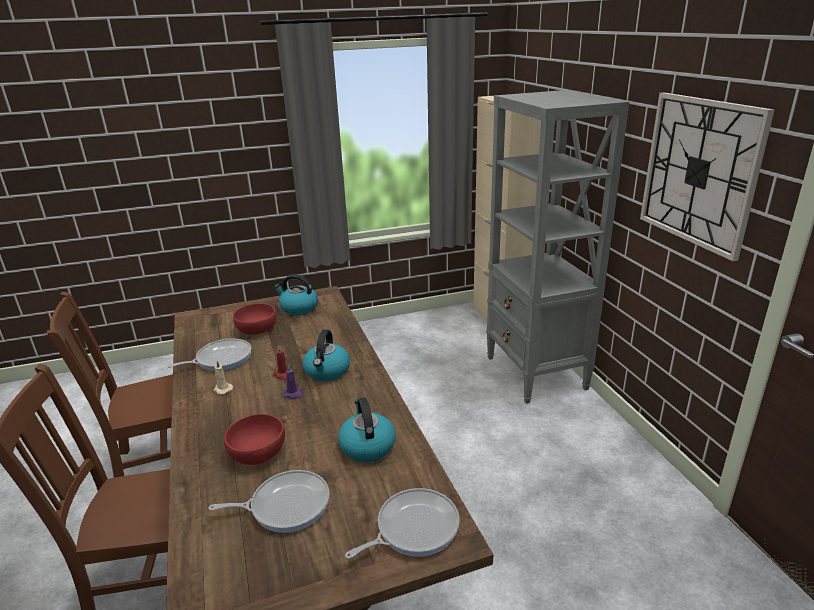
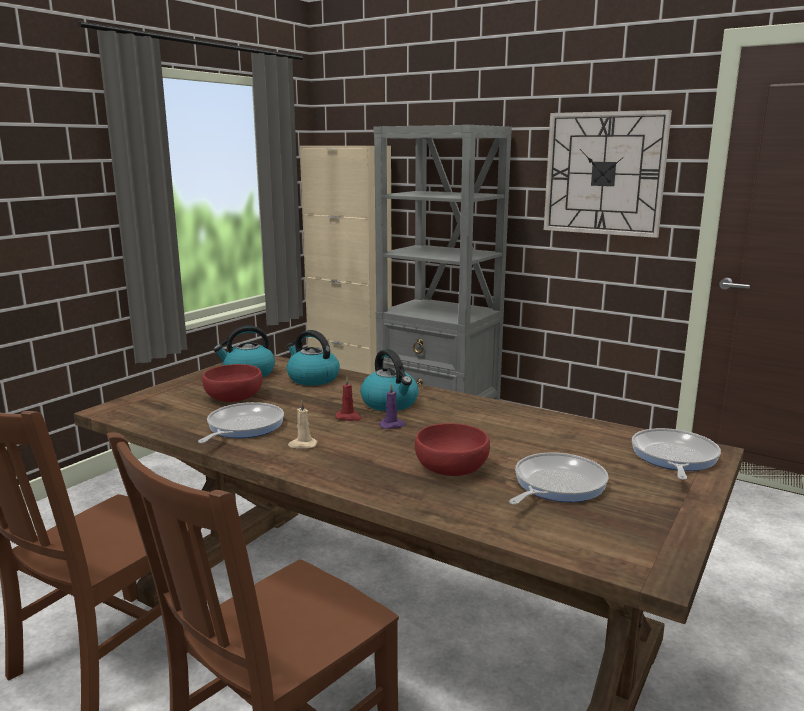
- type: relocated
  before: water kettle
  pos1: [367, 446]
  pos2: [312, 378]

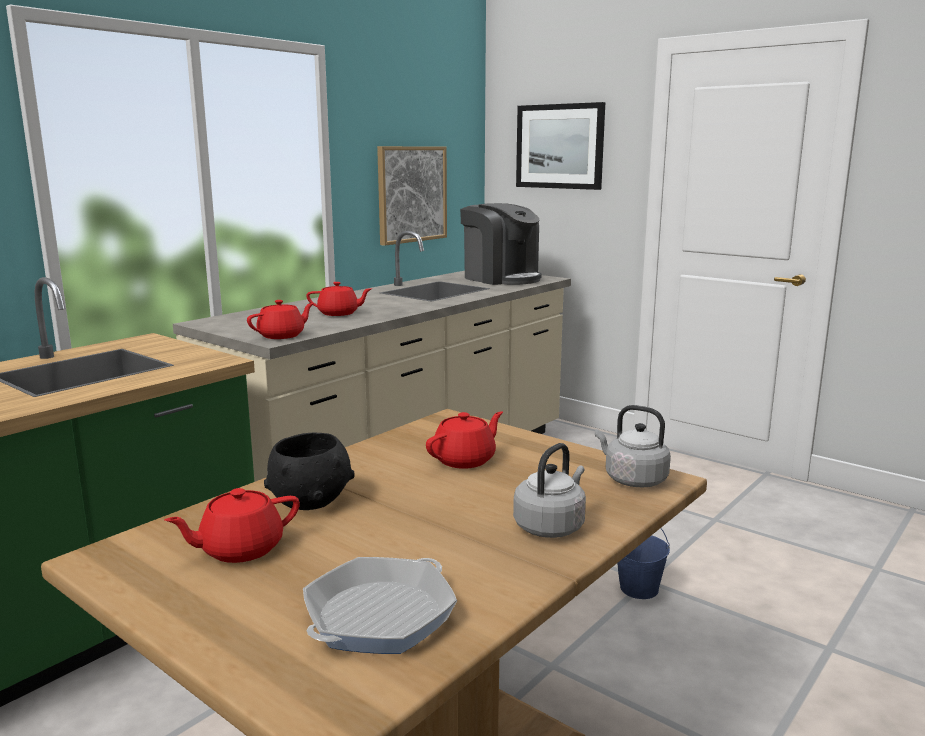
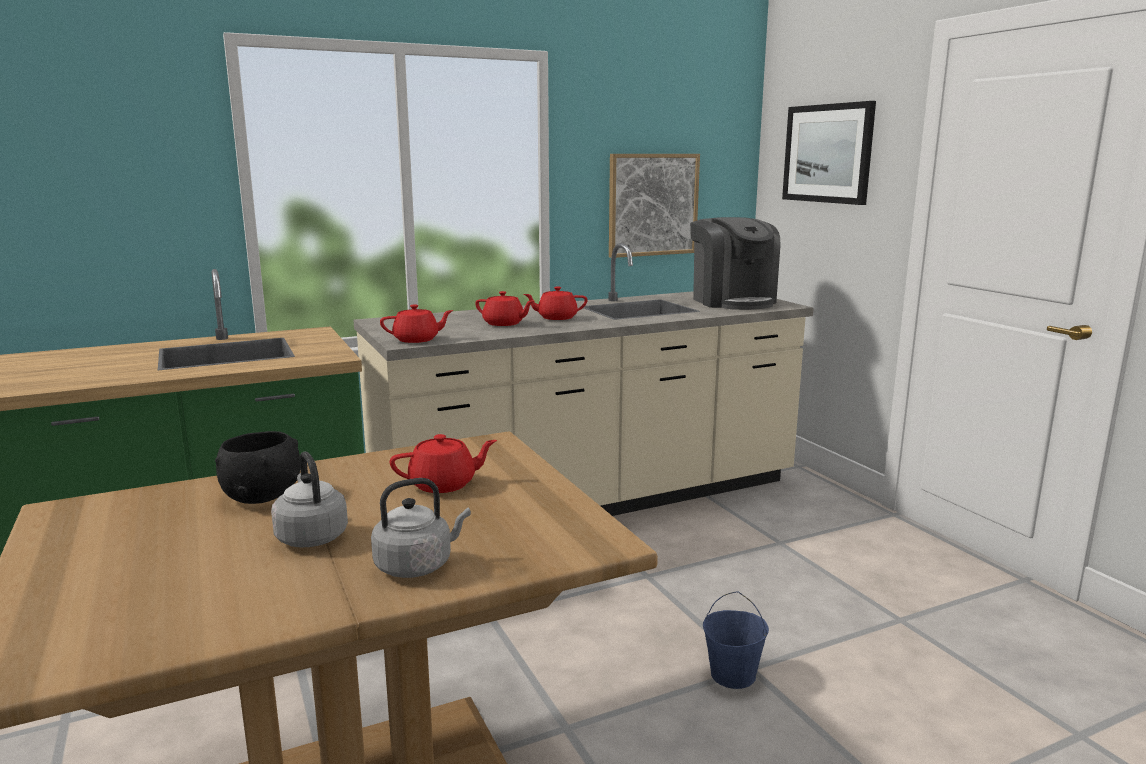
- type: relocated
  before: grey water kettle
  pos1: [632, 479]
  pos2: [311, 536]
- type: relocated
  before: reddish teapot
  pos1: [240, 549]
  pos2: [556, 318]
- type: missing
  before: skillet
  pos1: [379, 615]

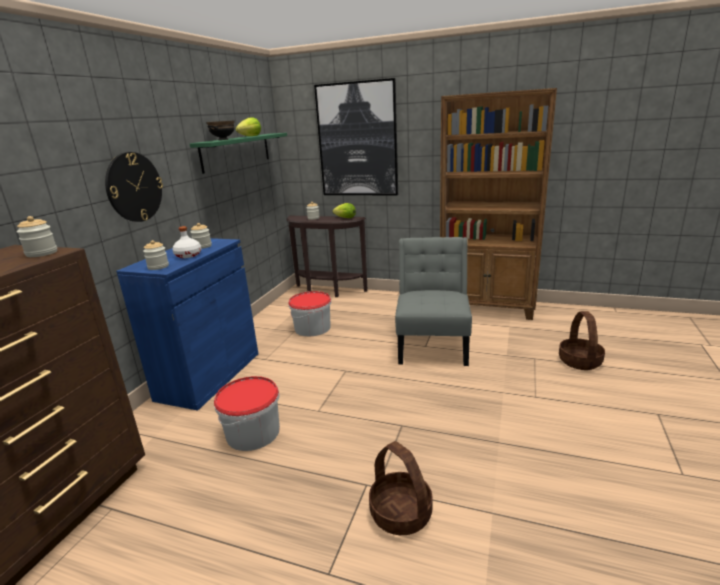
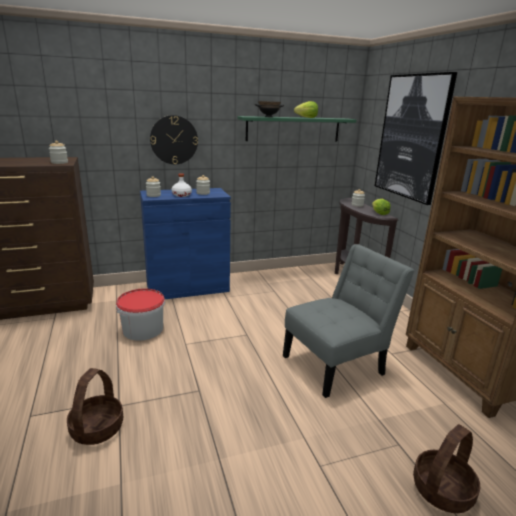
- type: missing
  before: bucket
  pos1: [312, 328]

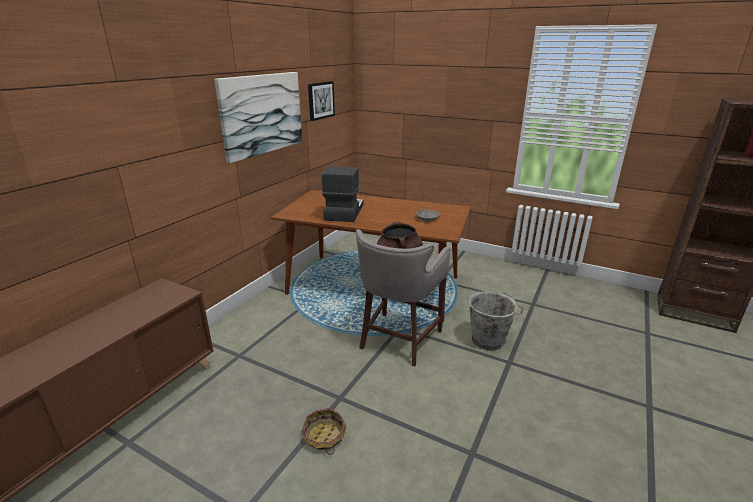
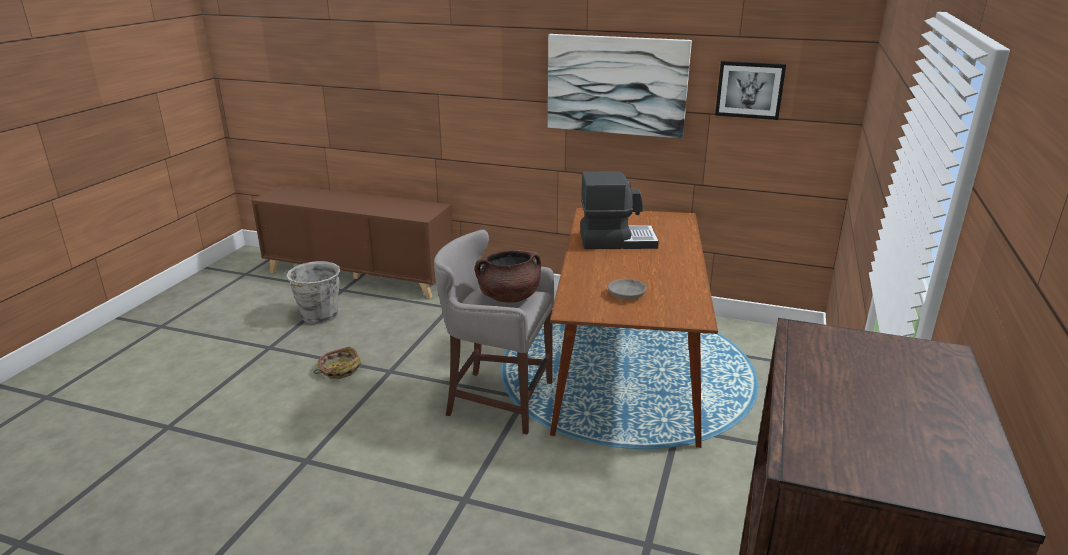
- type: relocated
  before: grey bucket
  pos1: [489, 341]
  pos2: [318, 316]

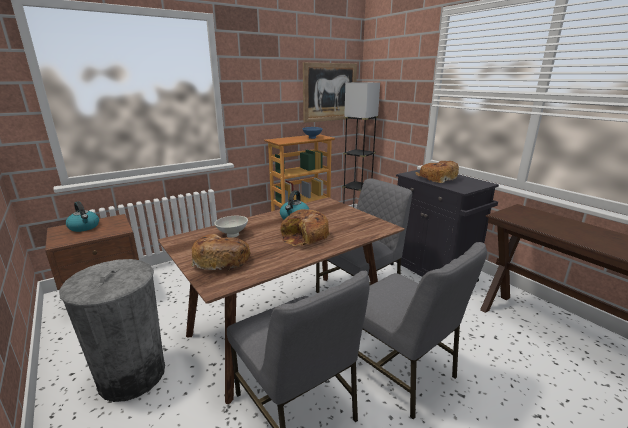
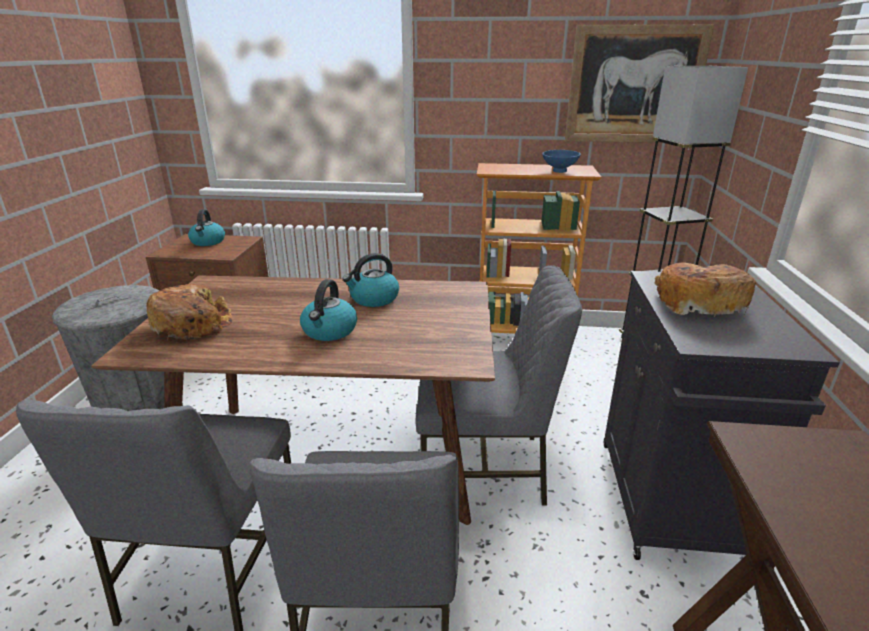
- type: exchanged
  before: bread
  after: water kettle
  pos1: [305, 237]
  pos2: [329, 331]
- type: missing
  before: white serving bowl
  pos1: [231, 235]

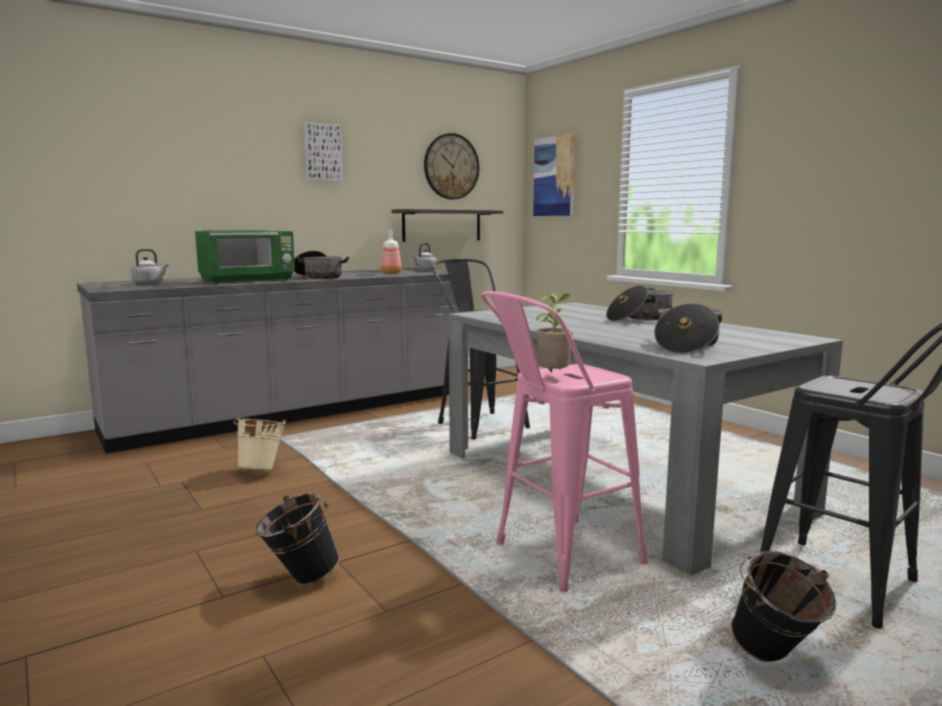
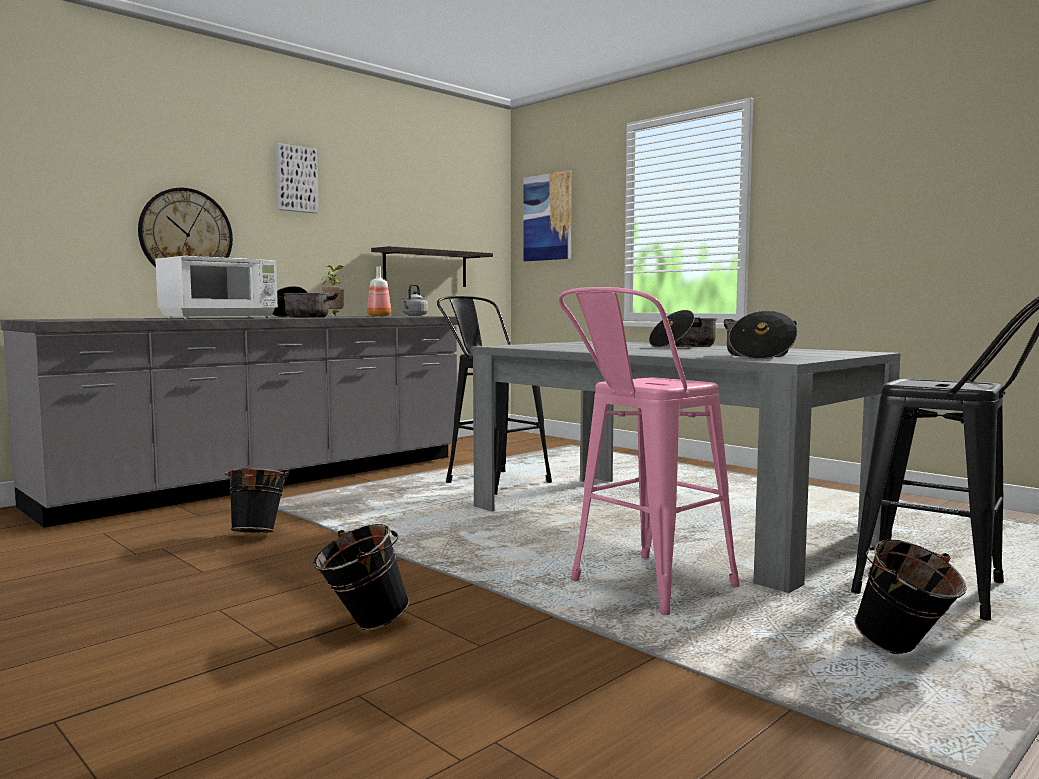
- type: relocated
  before: clock on the wall
  pos1: [451, 166]
  pos2: [186, 234]
- type: colour
  before: green-coloured kitchen microwave
  after: white kitchen microwave
  pos1: [248, 280]
  pos2: [220, 318]
- type: colour
  before: beige bucket
  after: black-coloured bucket
  pos1: [262, 470]
  pos2: [258, 533]
- type: relocated
  before: plant in a pot
  pos1: [553, 377]
  pos2: [334, 316]
- type: missing
  before: grey water kettle
  pos1: [149, 284]

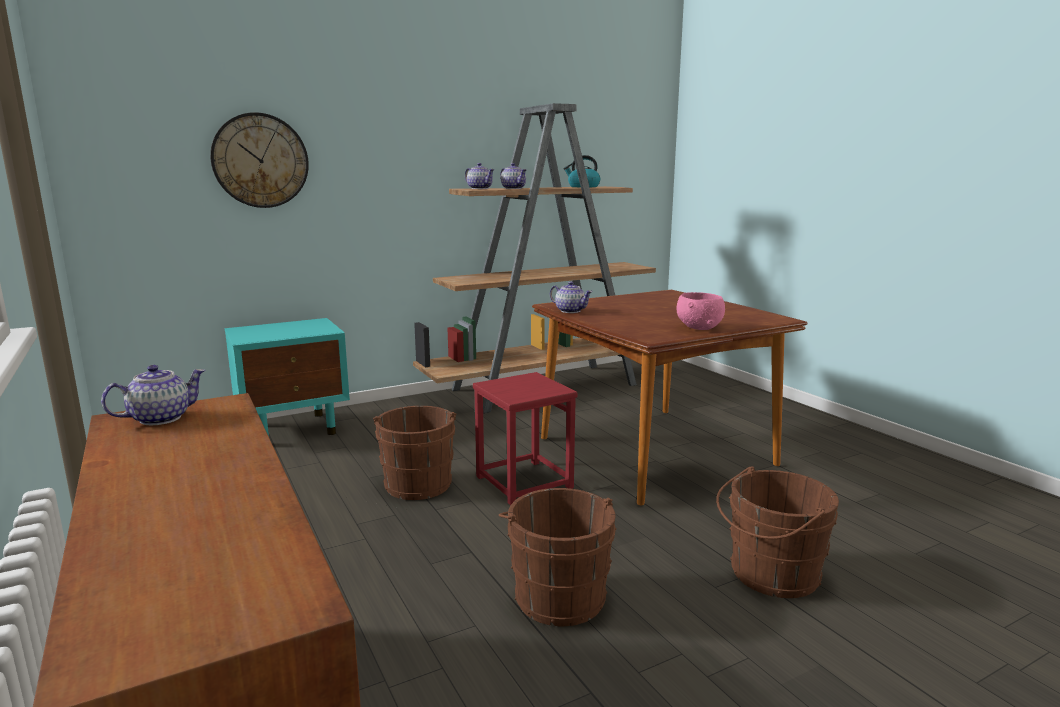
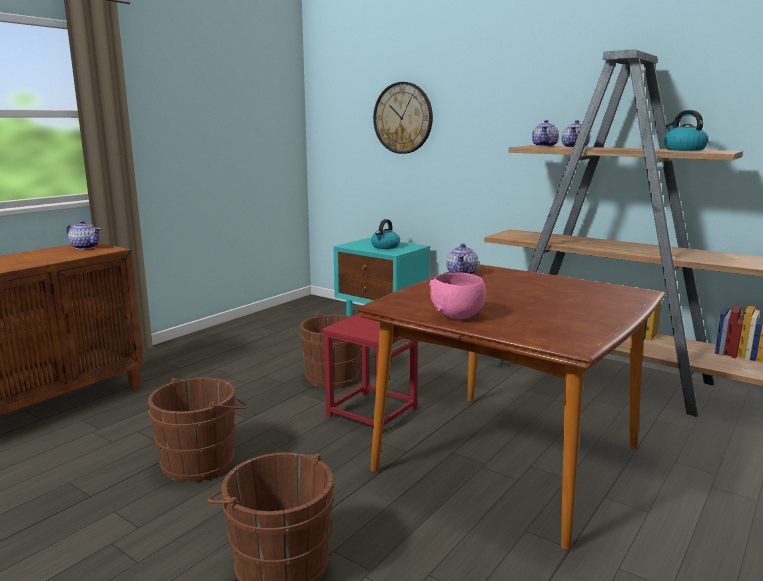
- type: appeared
  after: water kettle
  pos2: [385, 247]

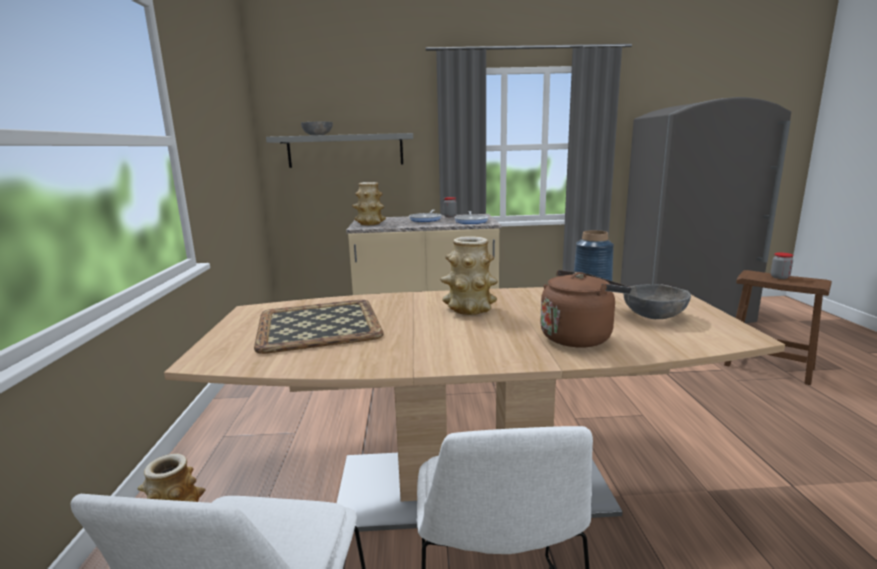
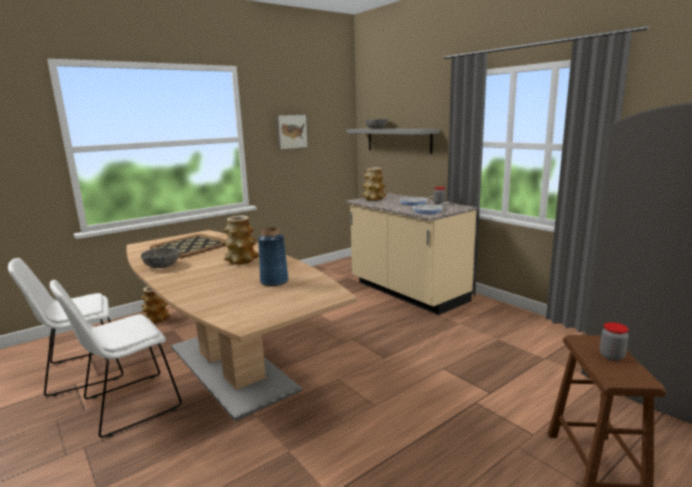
- type: relocated
  before: grey serving bowl
  pos1: [654, 315]
  pos2: [162, 266]
- type: appeared
  after: picture
  pos2: [291, 131]
- type: missing
  before: brown-coloured water kettle
  pos1: [578, 337]

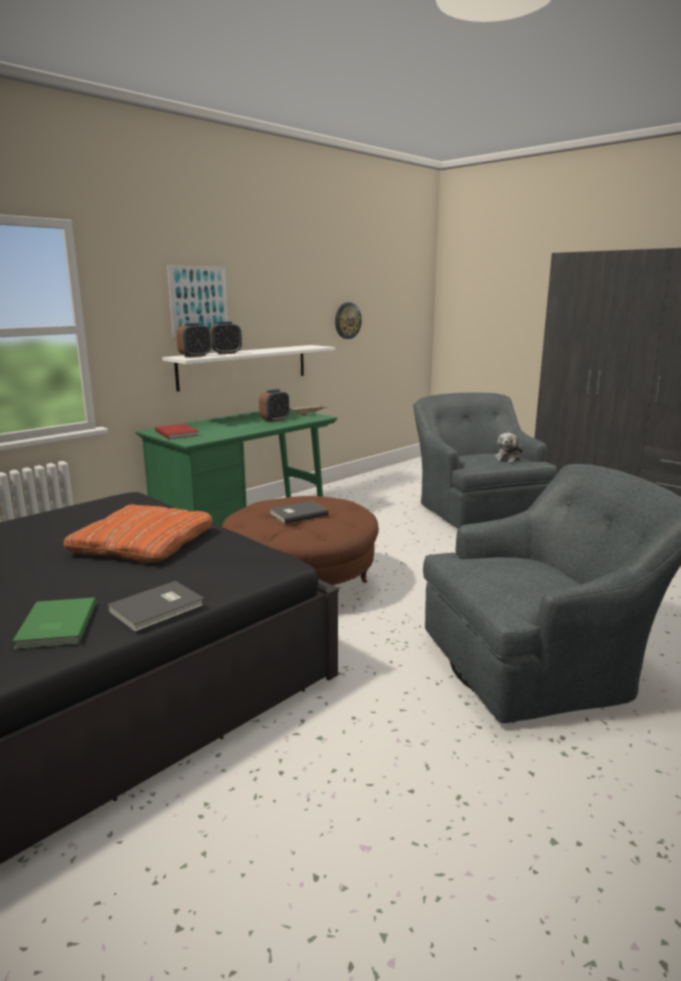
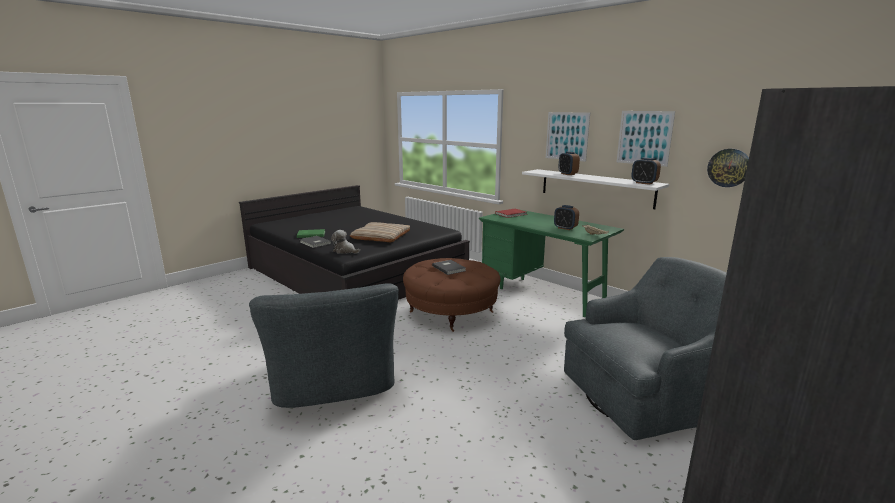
- type: relocated
  before: plush toy
  pos1: [508, 458]
  pos2: [345, 251]
- type: colour
  before: orange-coloured cushion
  after: beige cushion
  pos1: [143, 543]
  pos2: [381, 236]
- type: appeared
  after: picture
  pos2: [644, 138]
- type: relocated
  before: bedside clock
  pos1: [195, 356]
  pos2: [644, 183]

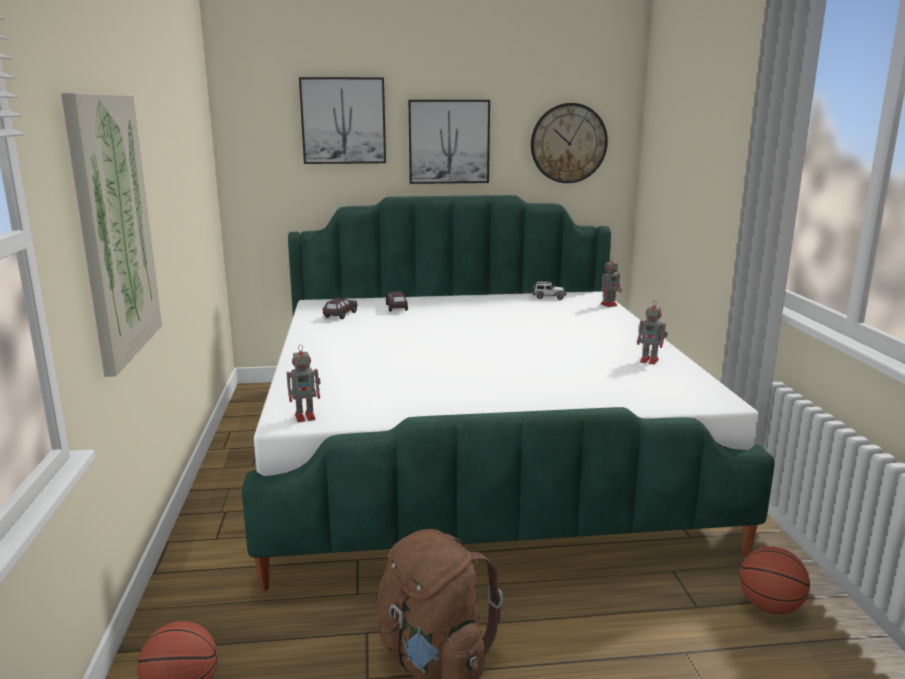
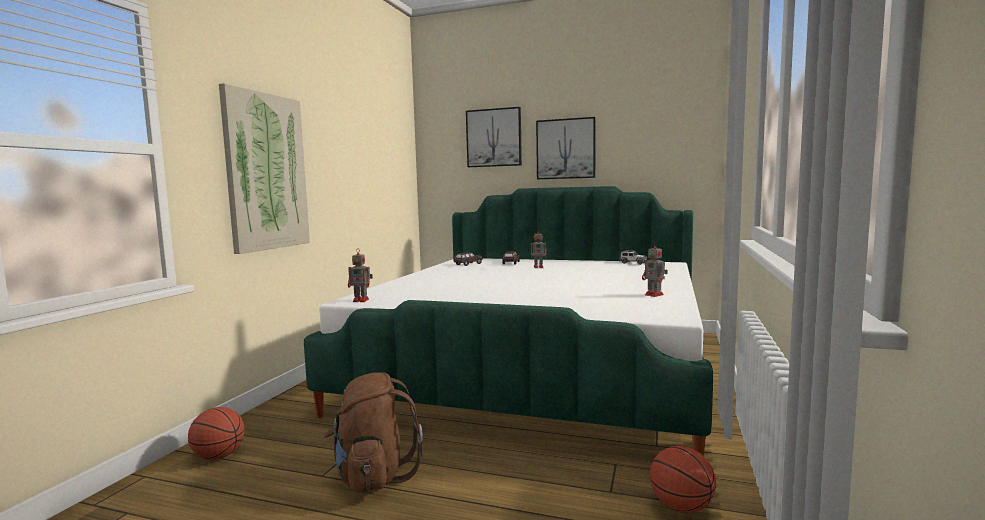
- type: relocated
  before: model robot
  pos1: [609, 305]
  pos2: [539, 267]
- type: missing
  before: clock on the wall
  pos1: [568, 143]

